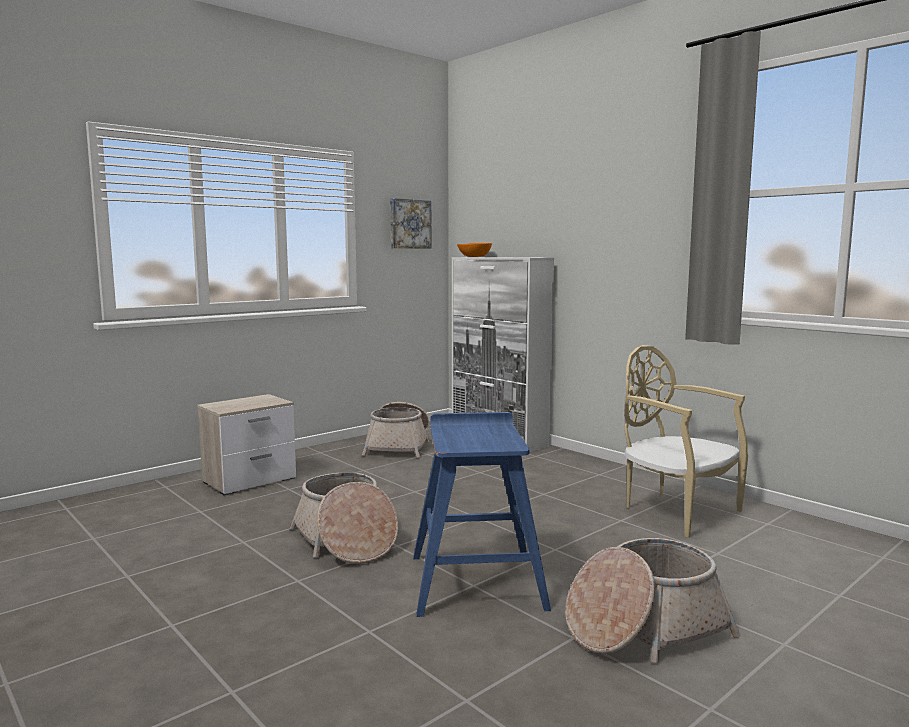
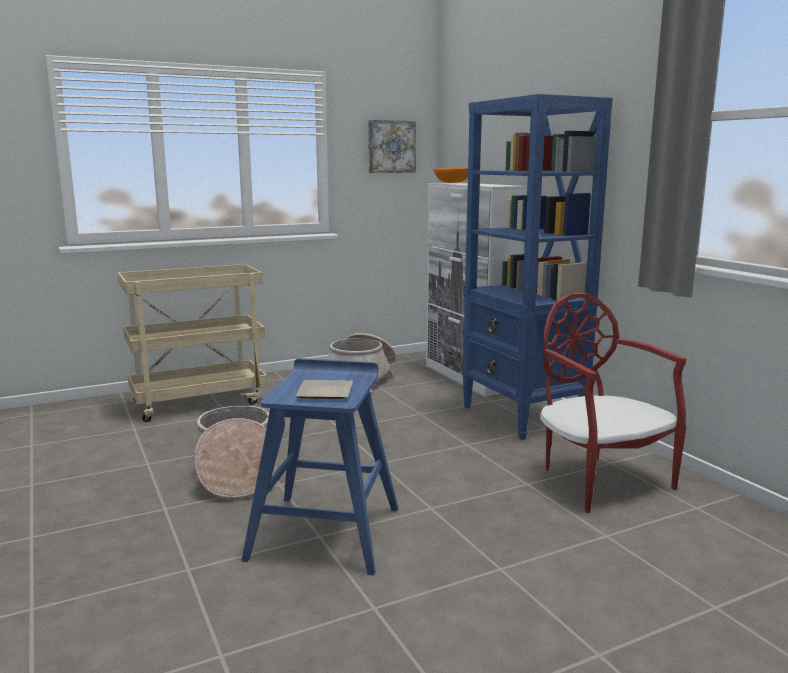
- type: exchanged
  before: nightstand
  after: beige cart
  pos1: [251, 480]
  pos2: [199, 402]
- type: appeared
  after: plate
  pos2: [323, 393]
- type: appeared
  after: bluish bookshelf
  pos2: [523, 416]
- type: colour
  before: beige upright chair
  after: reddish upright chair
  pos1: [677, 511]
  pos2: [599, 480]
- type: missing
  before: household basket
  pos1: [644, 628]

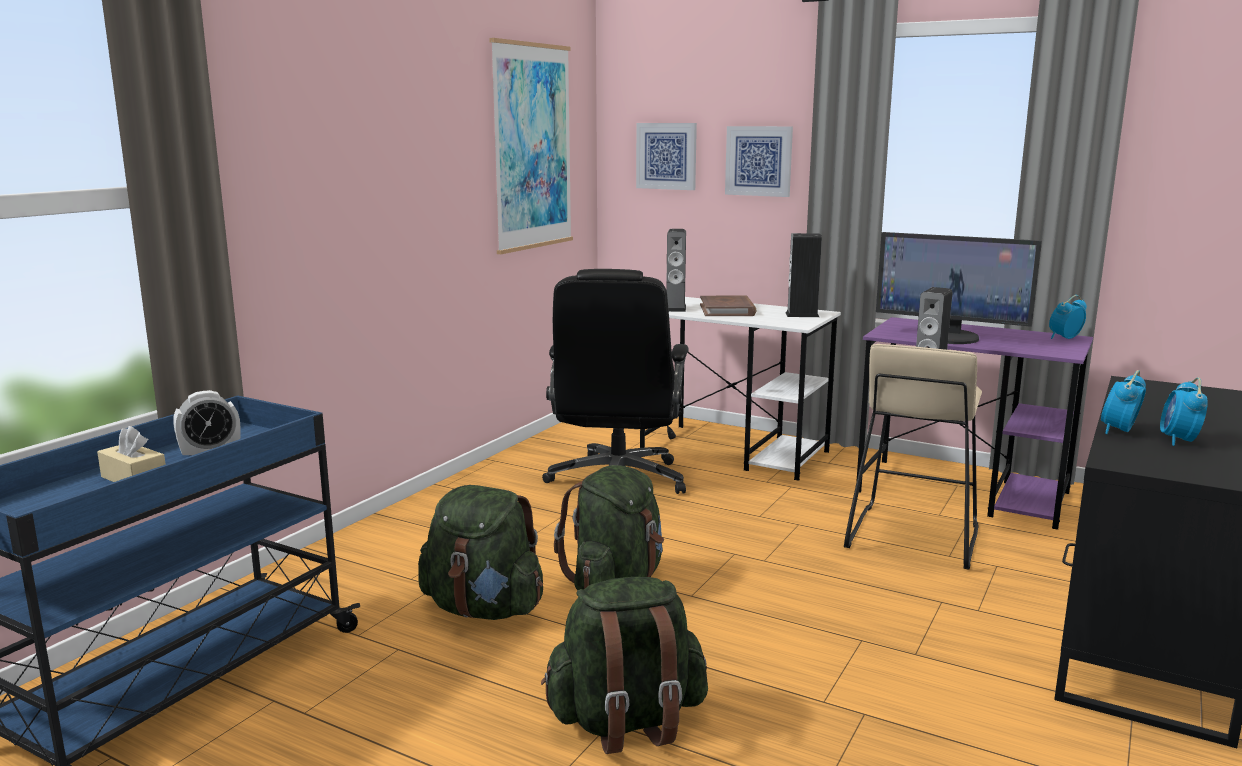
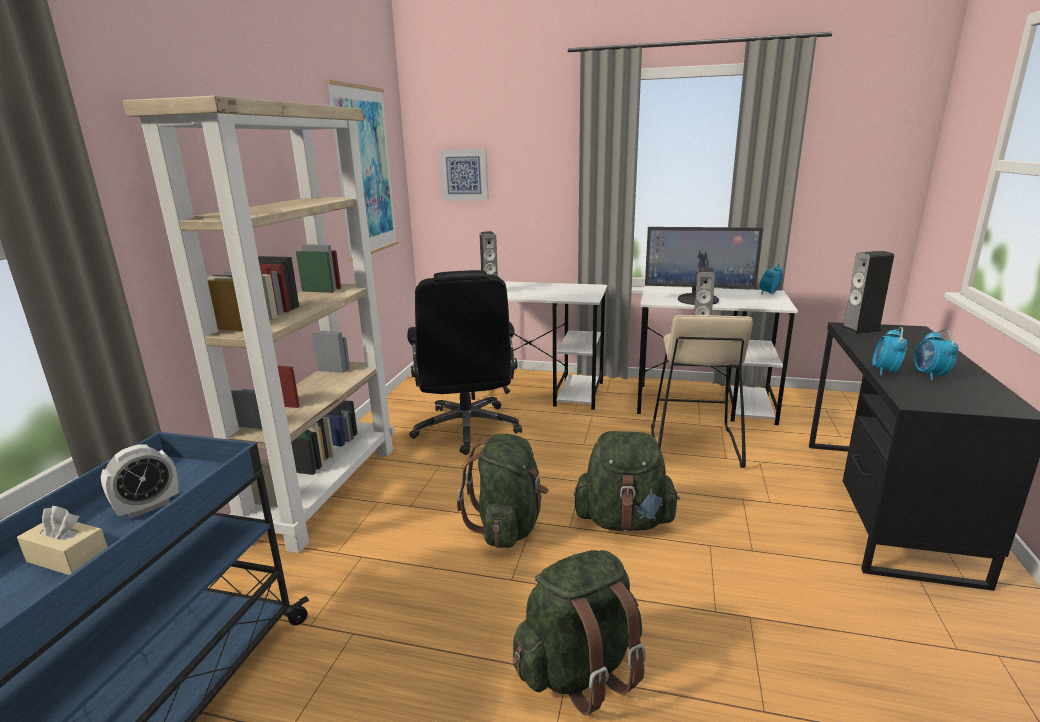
- type: appeared
  after: beige bookshelf
  pos2: [324, 490]
- type: relocated
  before: green-coloured knapsack
  pos1: [484, 609]
  pos2: [624, 521]
- type: colour
  before: purple desk
  after: white desk
  pos1: [964, 492]
  pos2: [705, 404]
- type: relocated
  before: loudspeaker
  pos1: [802, 315]
  pos2: [861, 329]
- type: missing
  before: brown-coloured volume
  pos1: [727, 310]
- type: missing
  before: picture
  pos1: [759, 161]

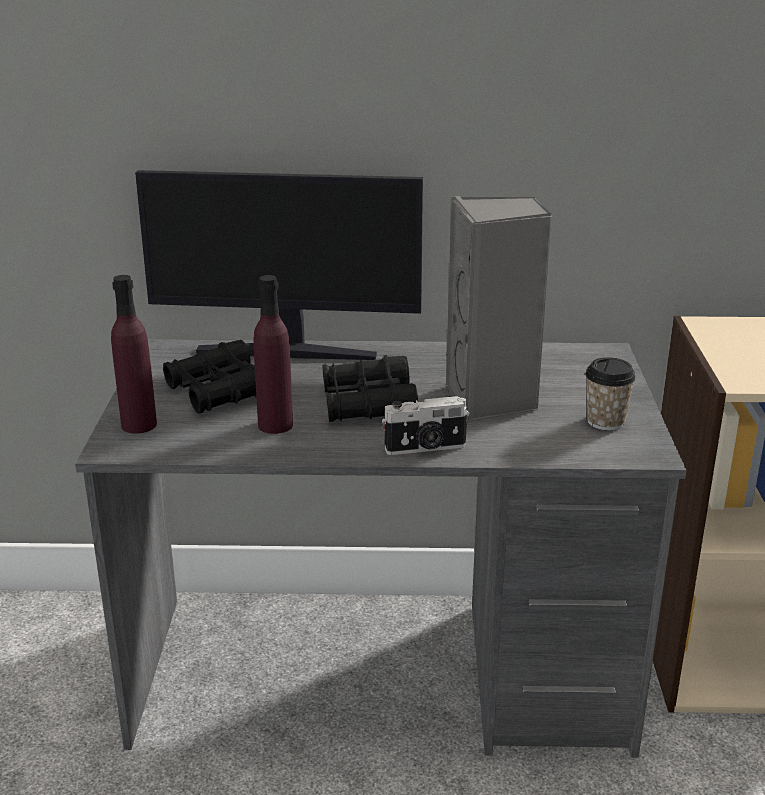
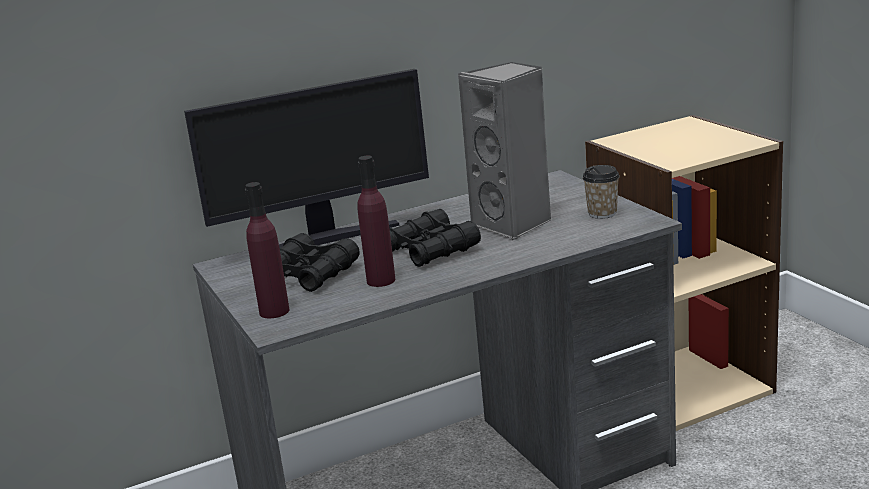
- type: missing
  before: still camera
  pos1: [426, 448]

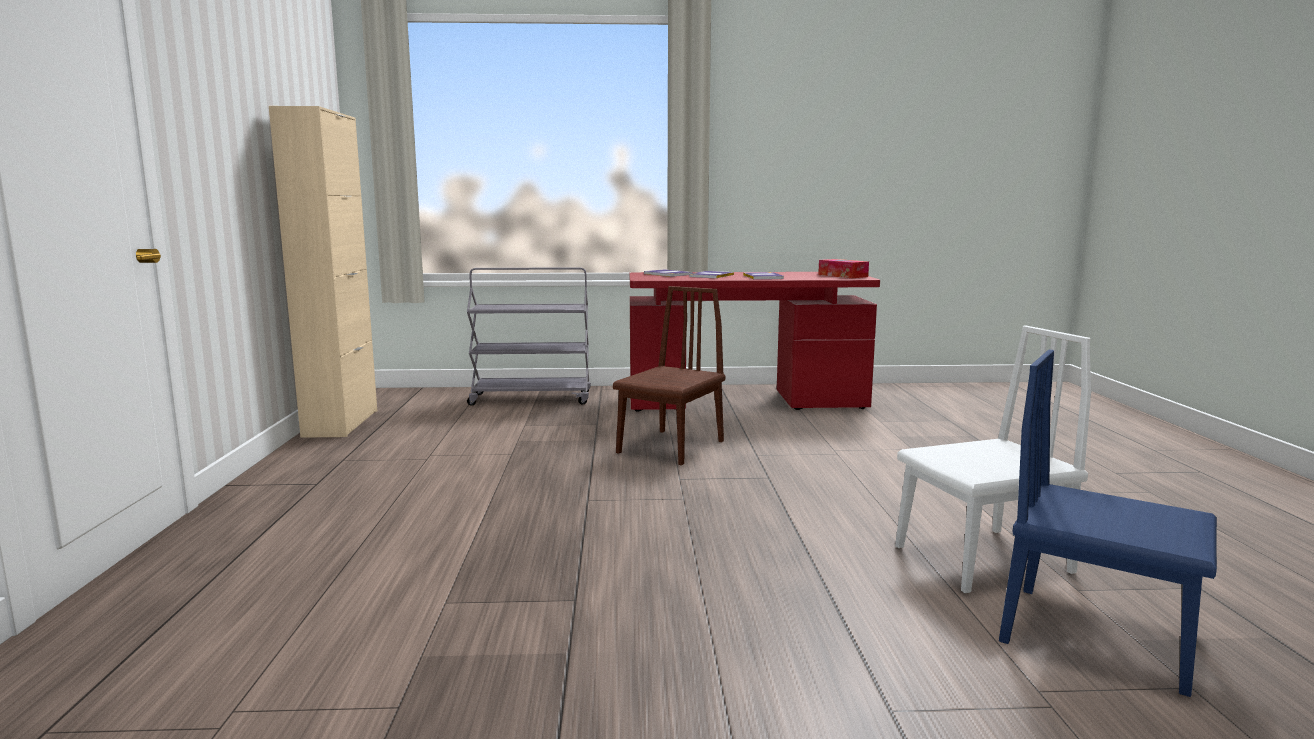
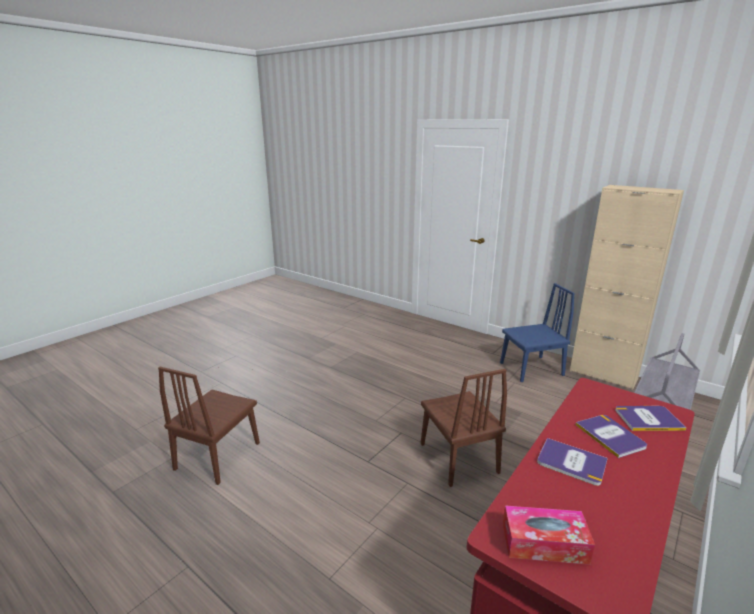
- type: colour
  before: white upright chair
  after: brown-coloured upright chair
  pos1: [982, 559]
  pos2: [218, 455]
- type: relocated
  before: bluish upright chair
  pos1: [1098, 637]
  pos2: [531, 369]

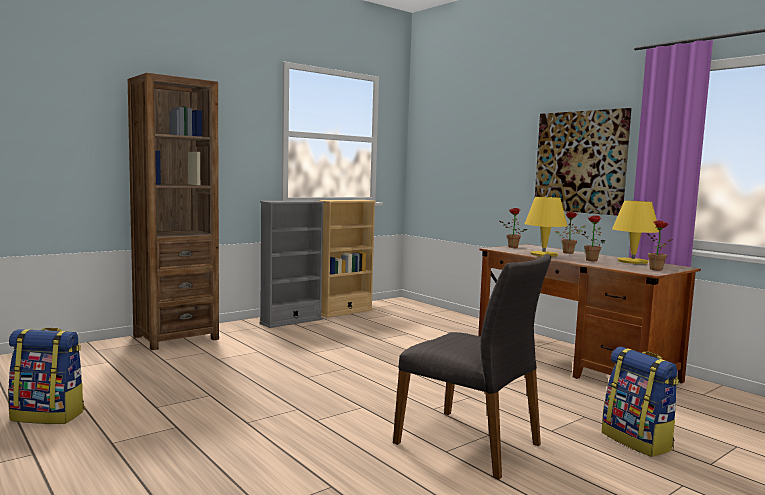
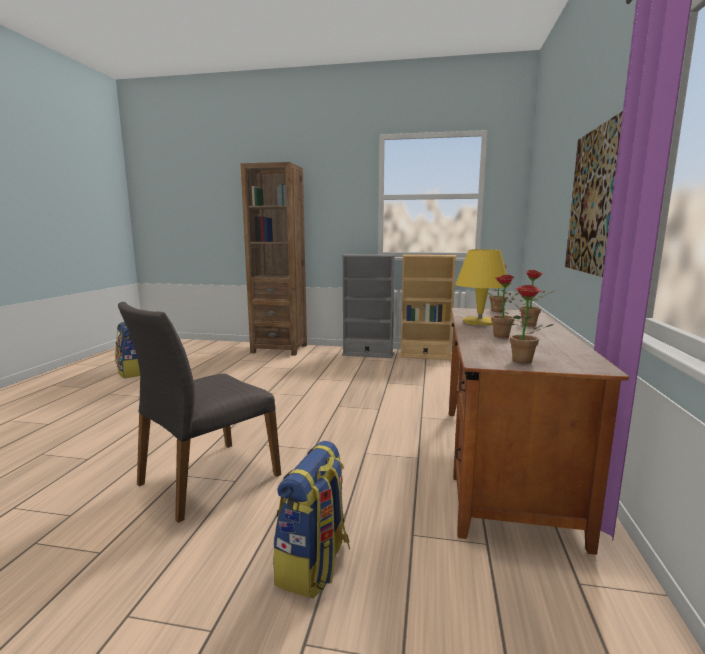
- type: spun
  before: grey upright chair
  pos1: [470, 443]
  pos2: [207, 479]
  turn: 45
- type: missing
  before: yellow table lamp
  pos1: [632, 261]

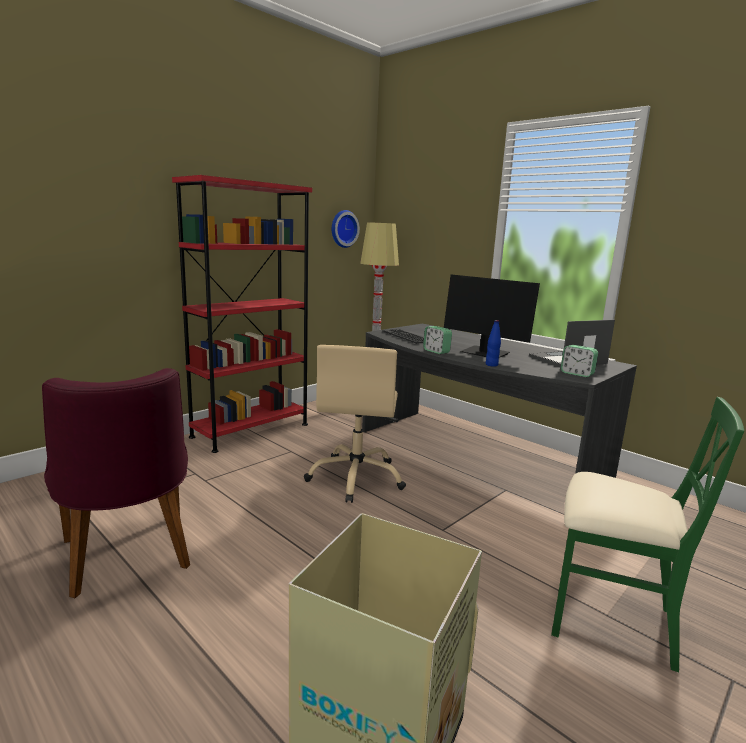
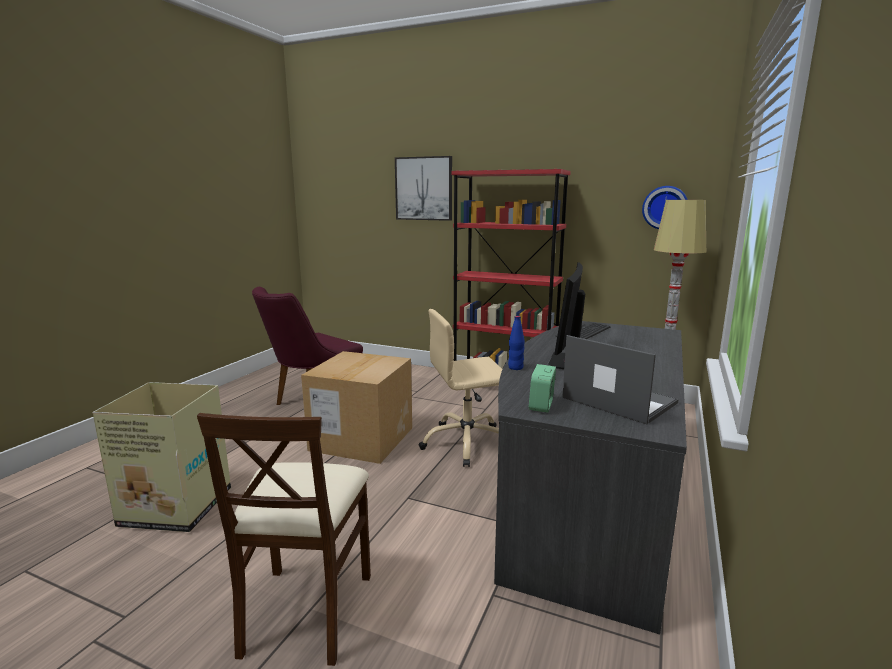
- type: colour
  before: green-coloured upright chair
  after: beige upright chair
  pos1: [610, 618]
  pos2: [306, 611]
- type: appeared
  after: packing box
  pos2: [362, 439]
- type: appeared
  after: picture
  pos2: [424, 188]
- type: missing
  before: bedside clock
  pos1: [436, 351]

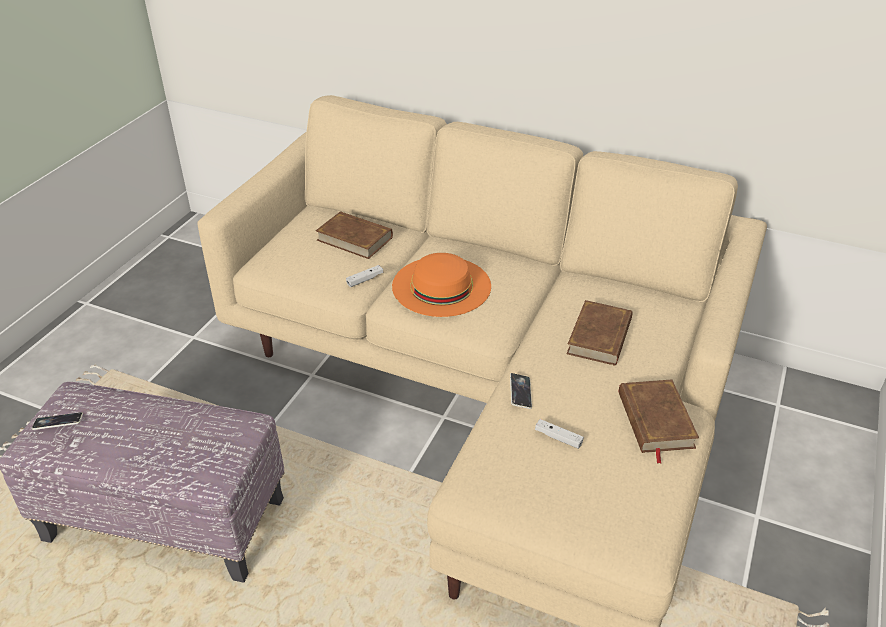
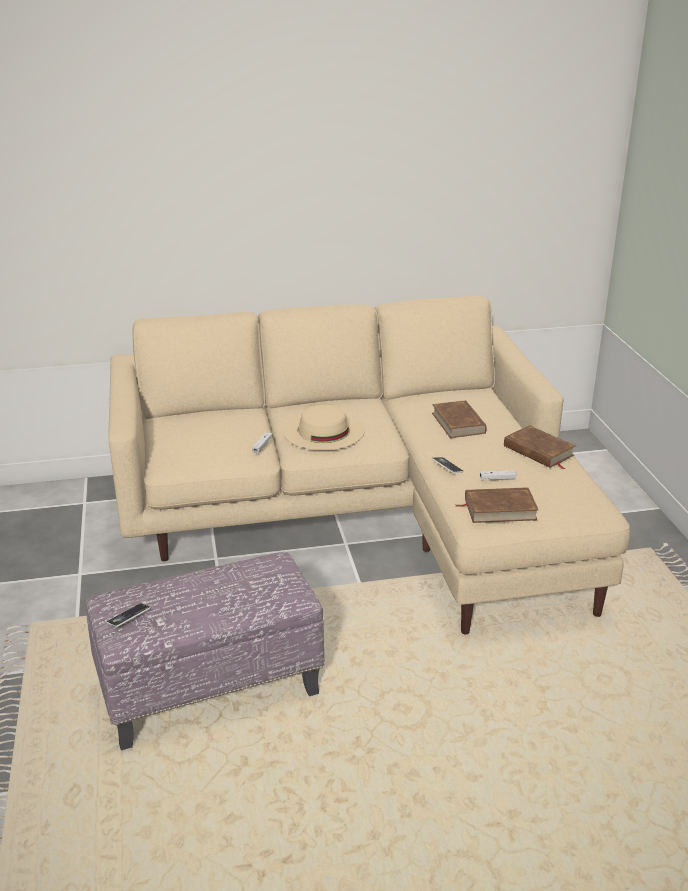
- type: colour
  before: orange-coloured hat
  after: beige hat
  pos1: [441, 286]
  pos2: [323, 430]
- type: relocated
  before: brown-coloured volume
  pos1: [354, 238]
  pos2: [499, 509]

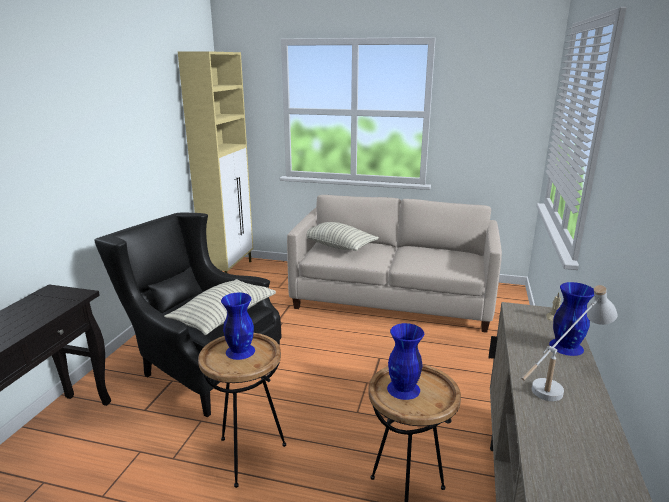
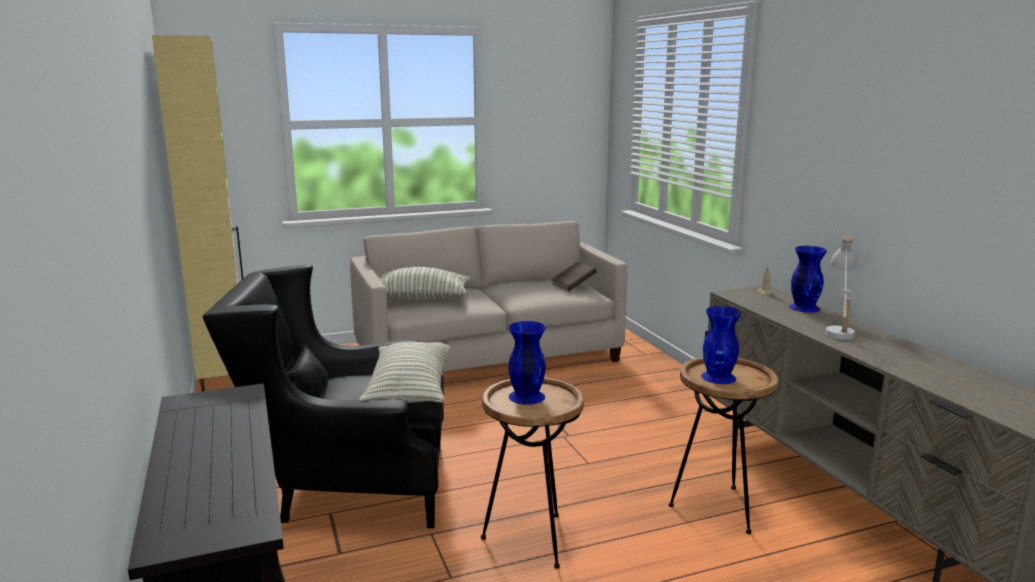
- type: appeared
  after: brown-coloured volume
  pos2: [573, 286]

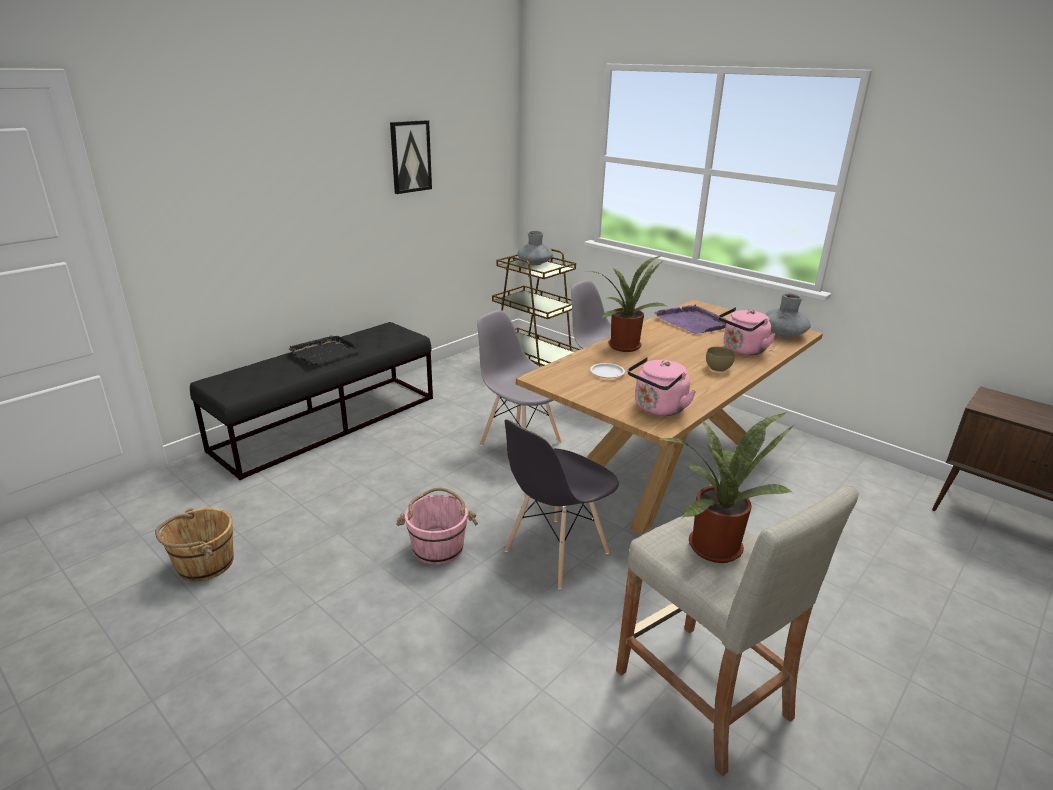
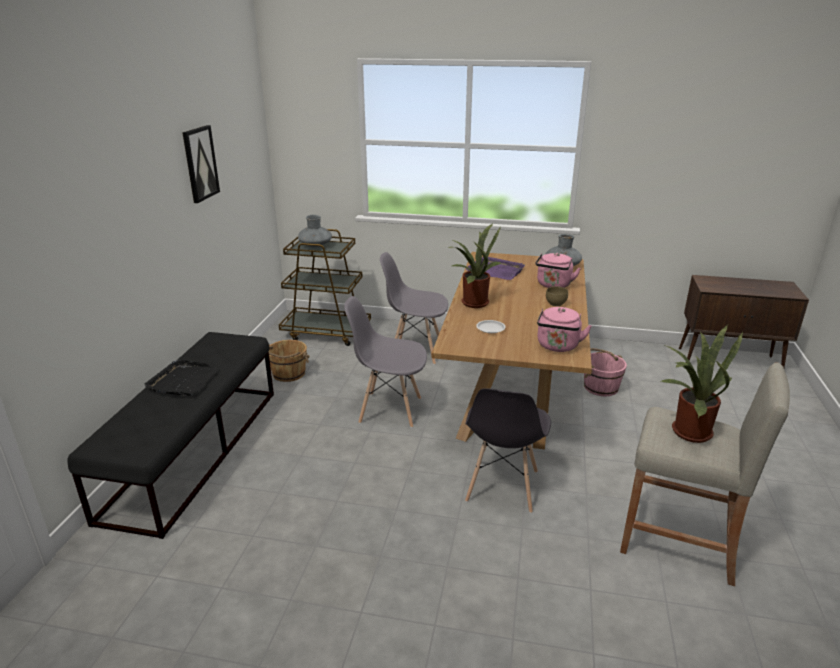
- type: relocated
  before: brown-coloured bucket
  pos1: [204, 564]
  pos2: [288, 374]
- type: relocated
  before: pinkish bucket
  pos1: [438, 547]
  pos2: [600, 387]

